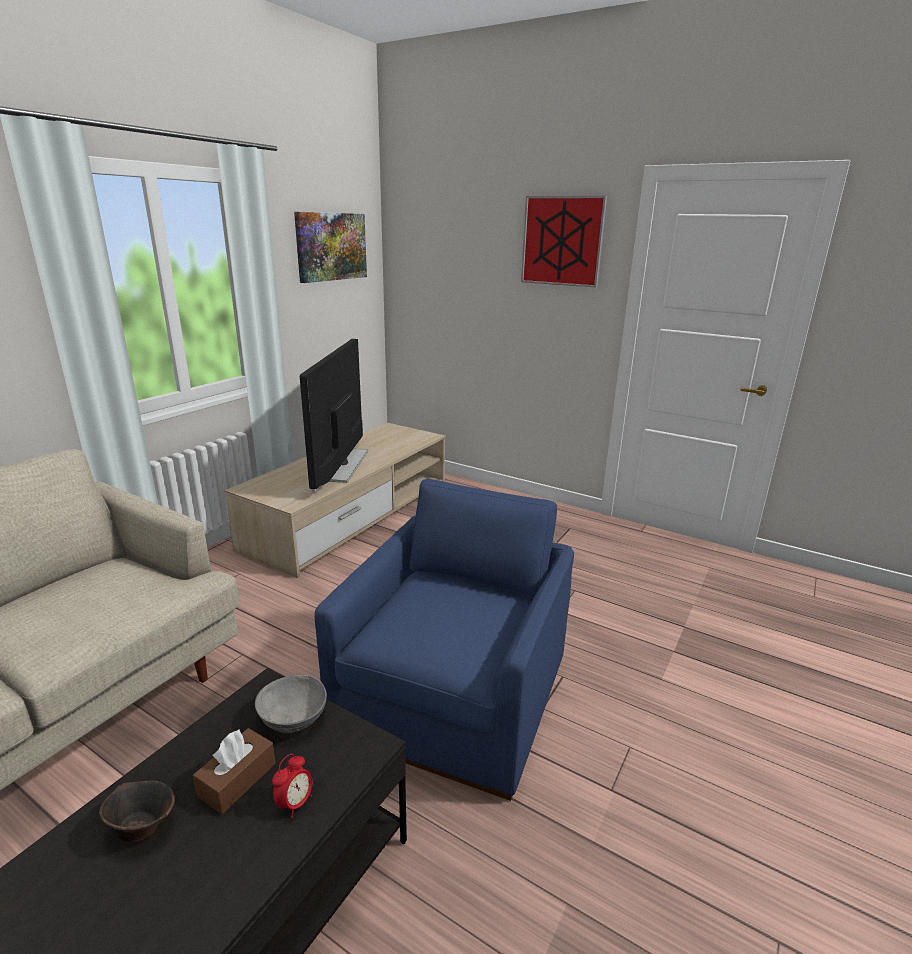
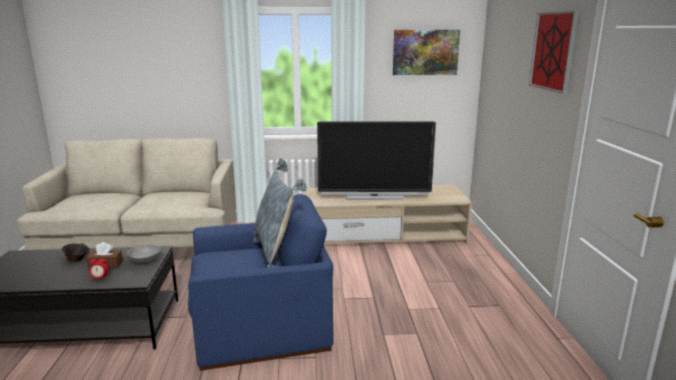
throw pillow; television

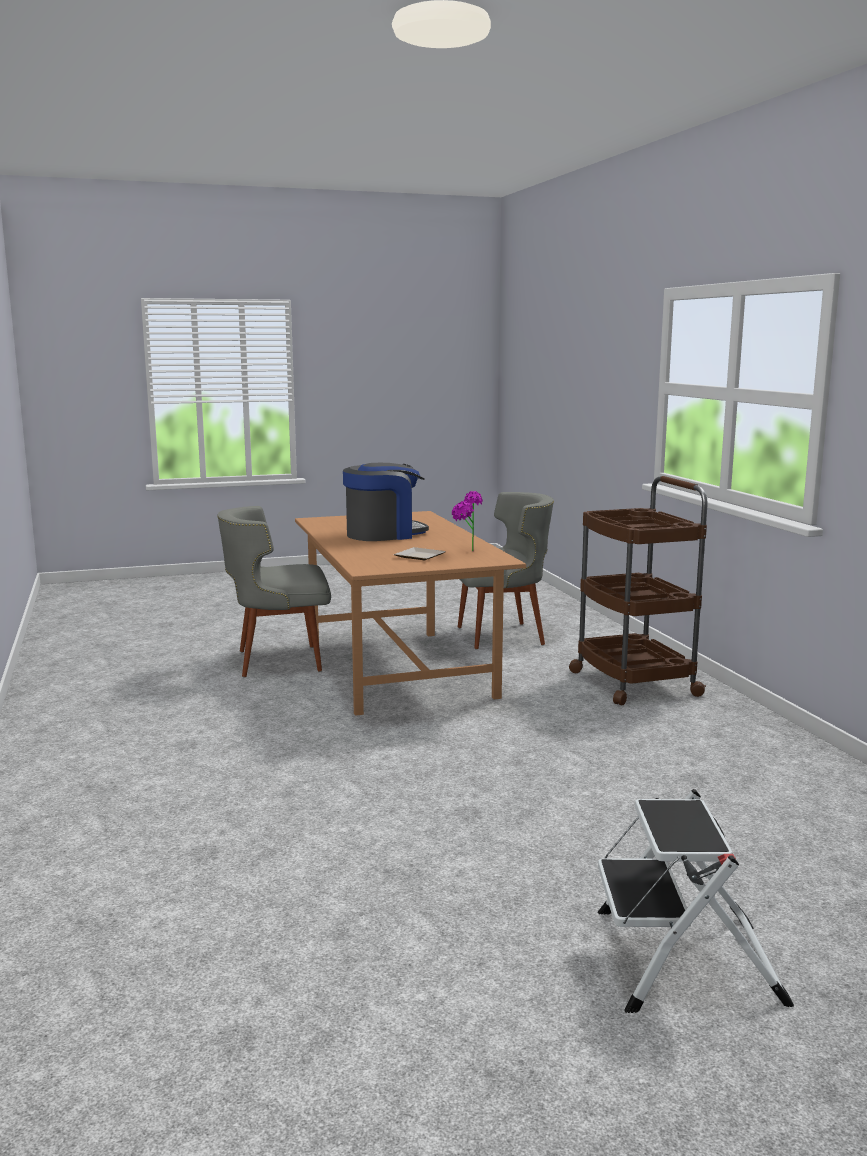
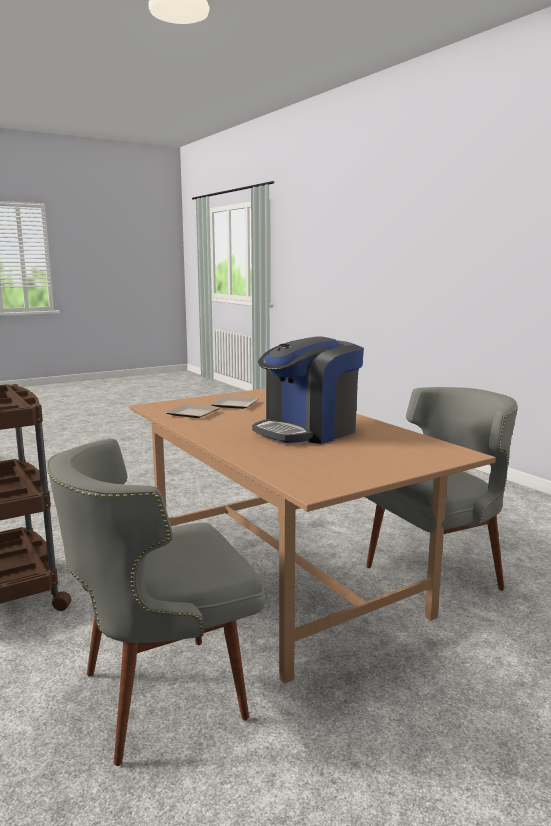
step ladder; dinner plate (no. 1 from left)

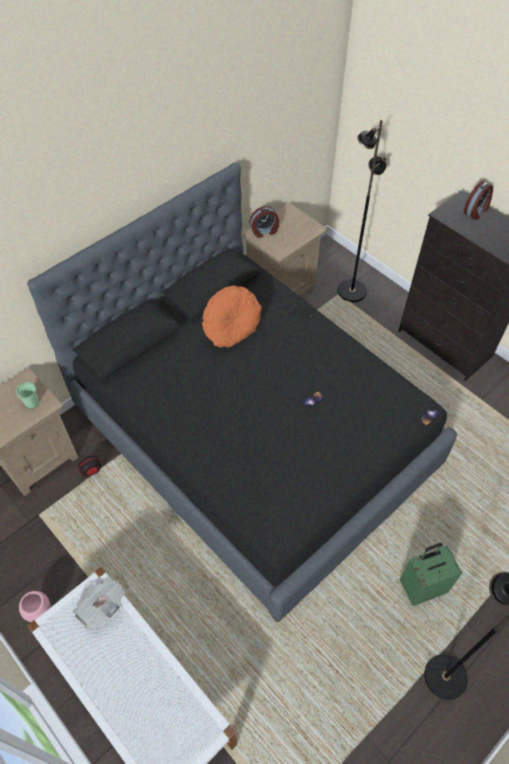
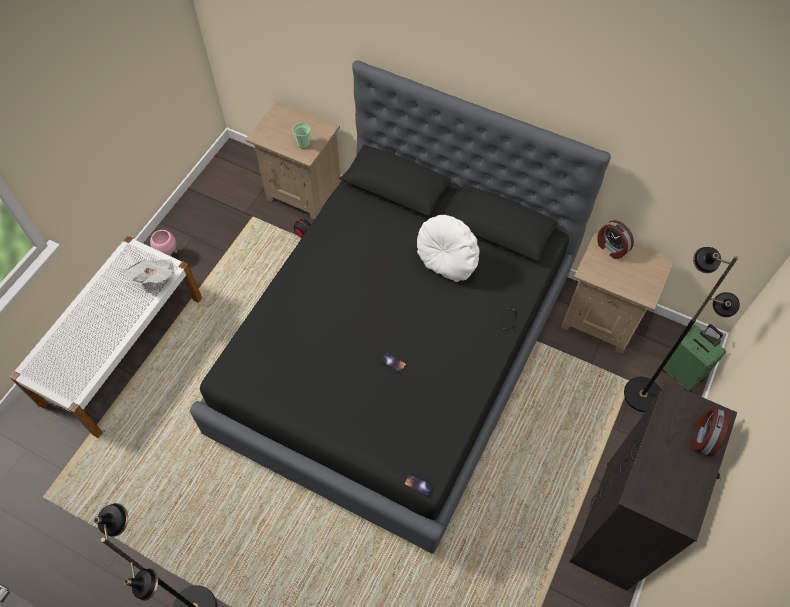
green-coloured piece of luggage; white throw pillow; table clock (no. 2 from left)

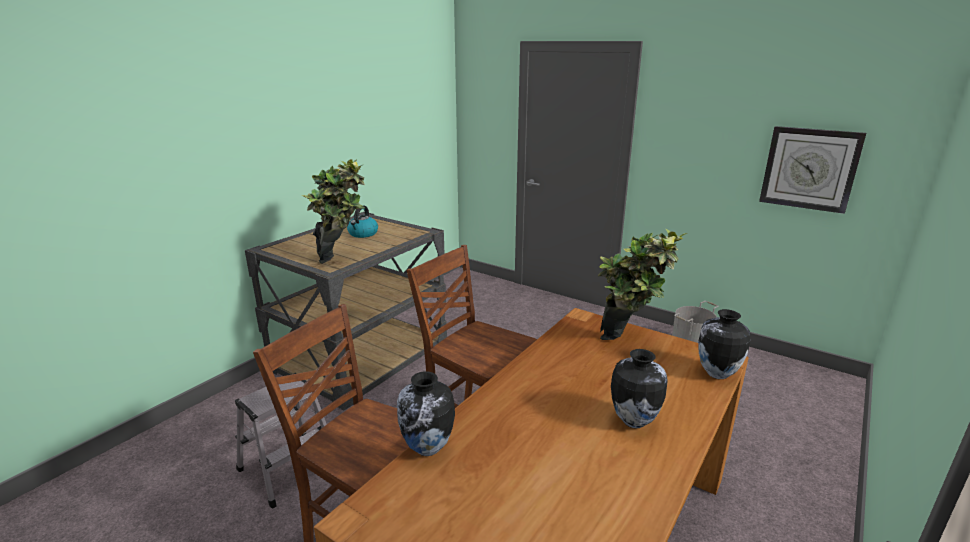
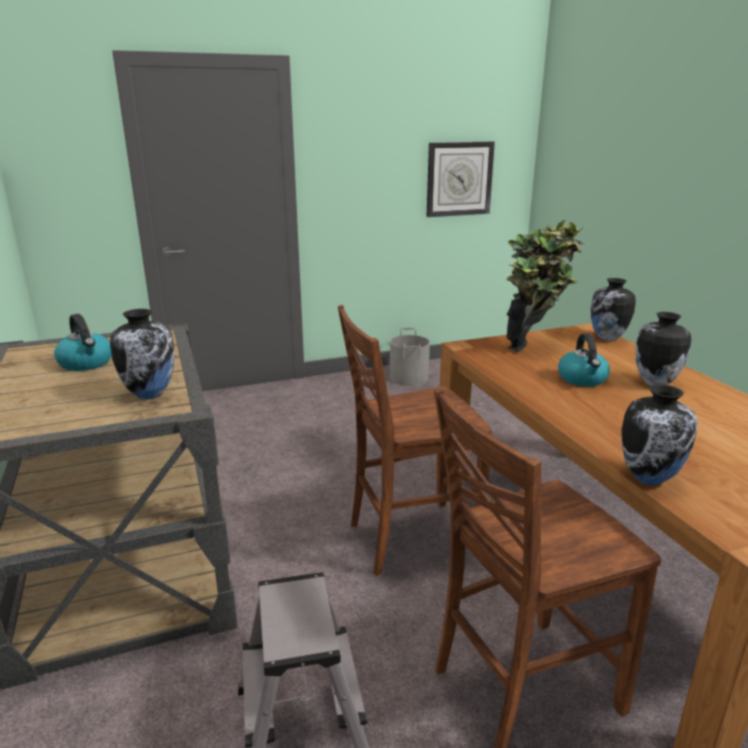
kettle (no. 2 from left); flower vase (no. 1 from left)

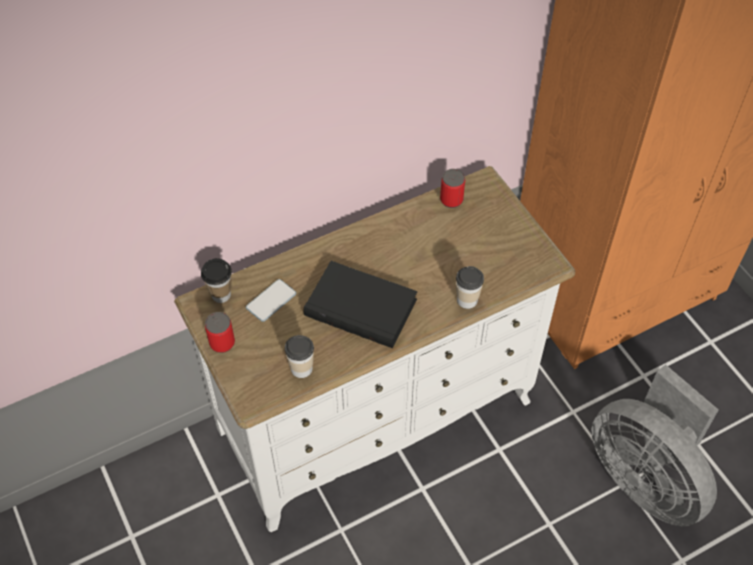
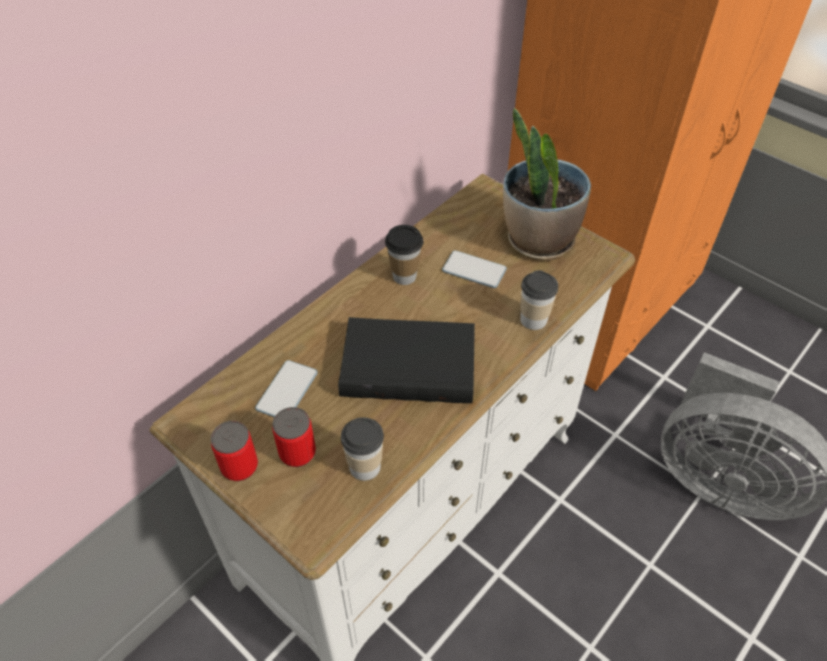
phone (no. 2 from left); potted plant; drinking cup (no. 2 from left); sealed can (no. 2 from left)

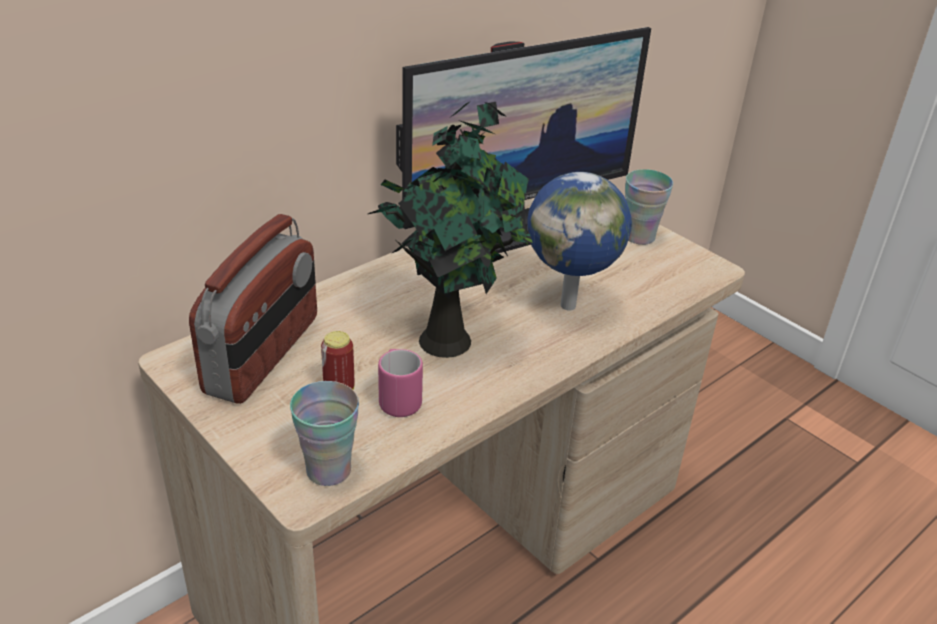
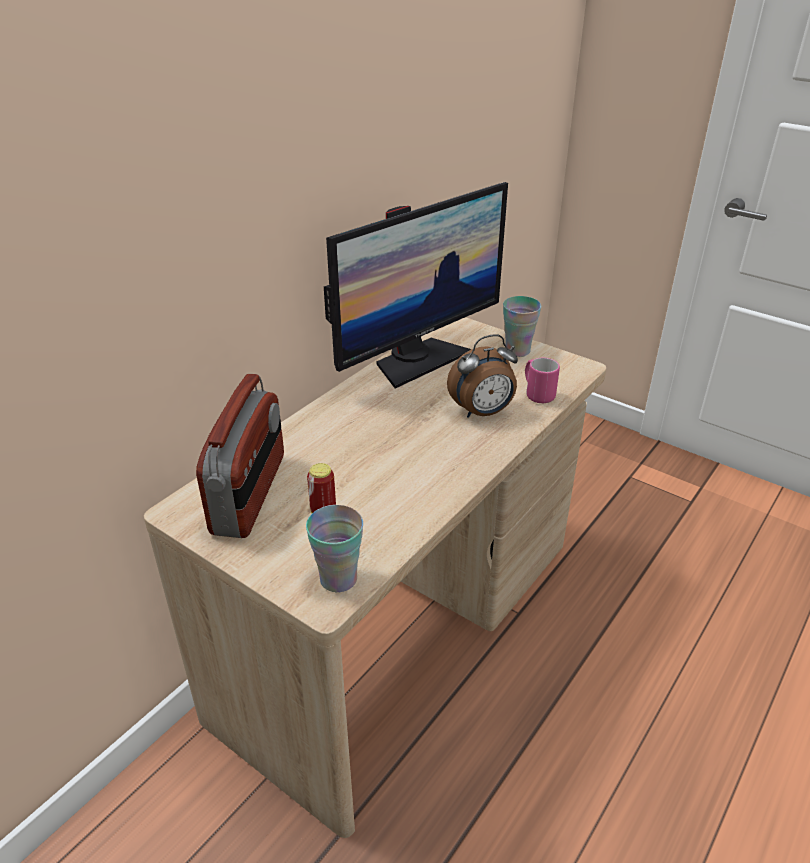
potted plant; pink-coloured tea mug; table clock

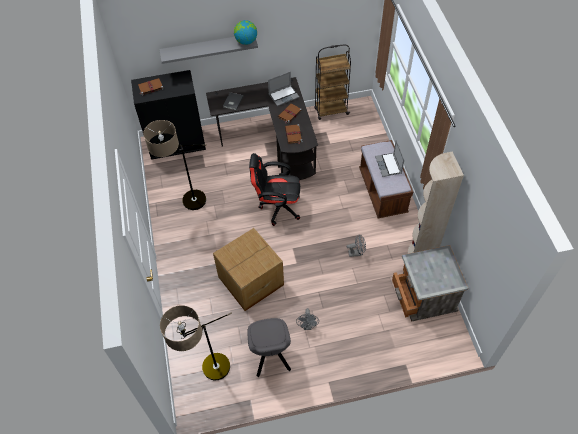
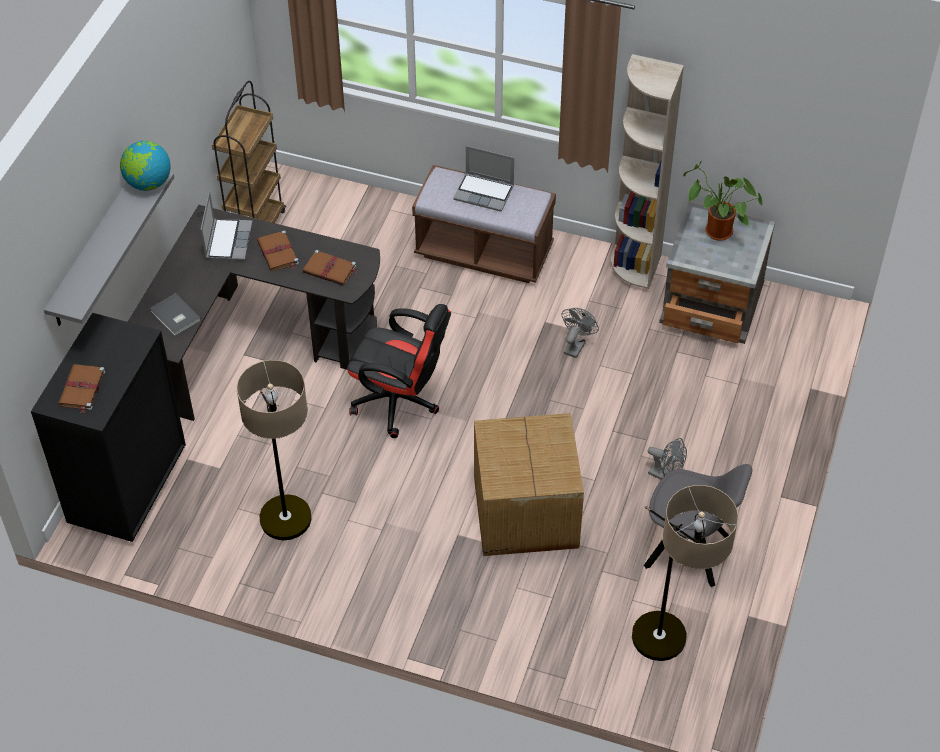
potted plant; black-coloured computer chair

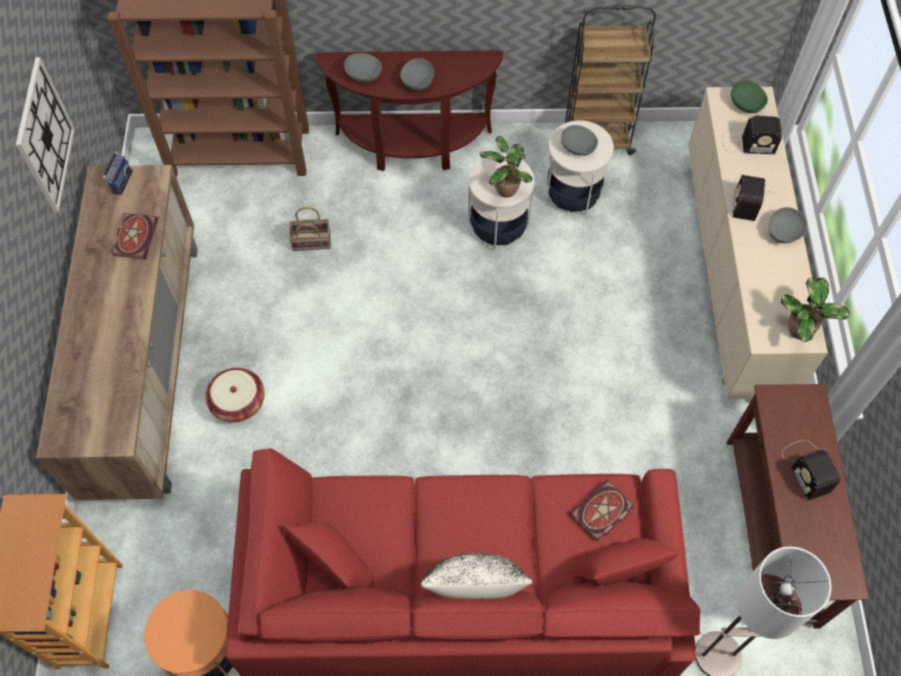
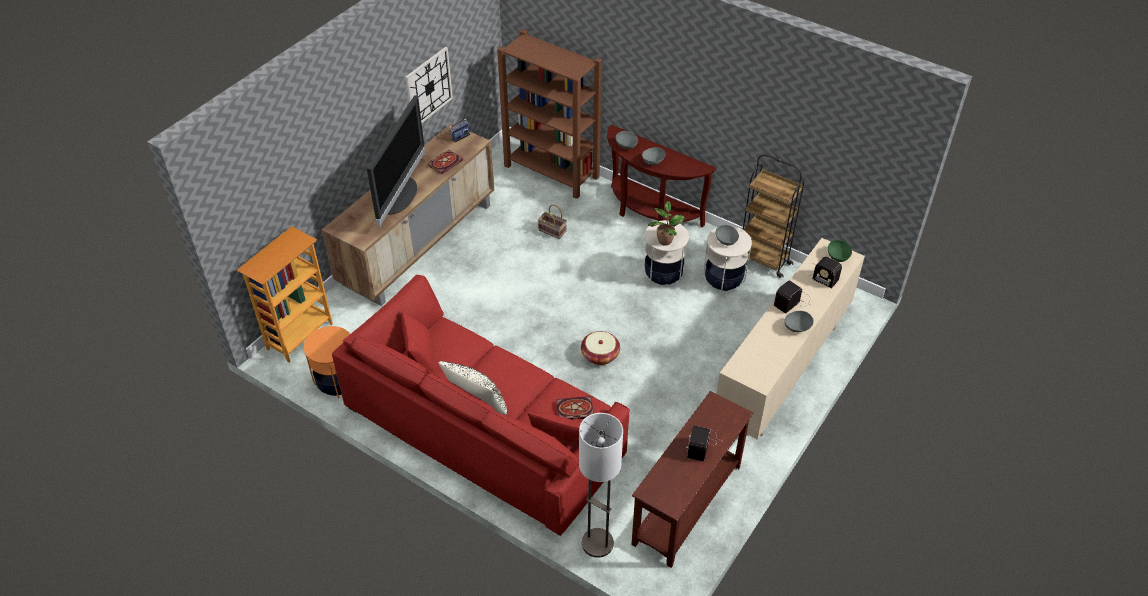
potted plant (no. 2 from left in the first image); television; basket (no. 2 from left)

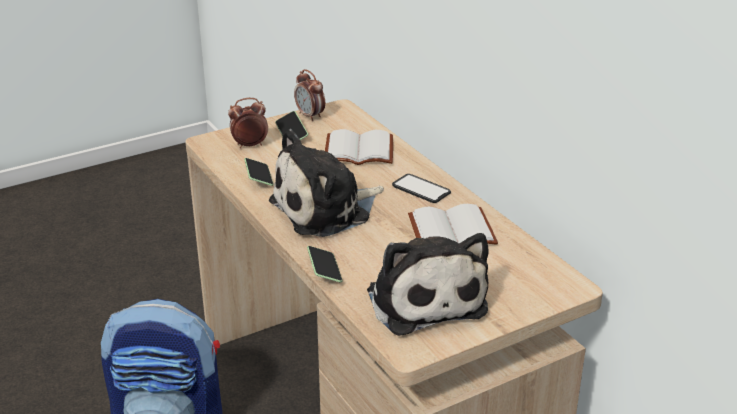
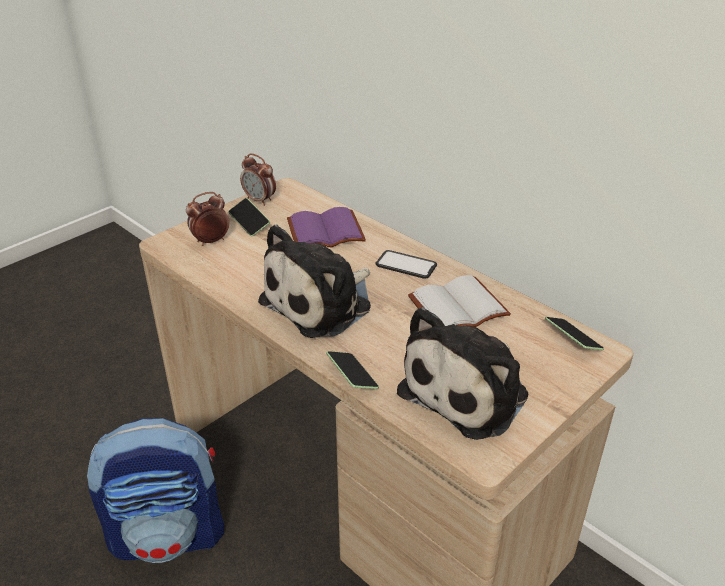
phone (no. 4 from left); purple book; soft toy (no. 2 from left)

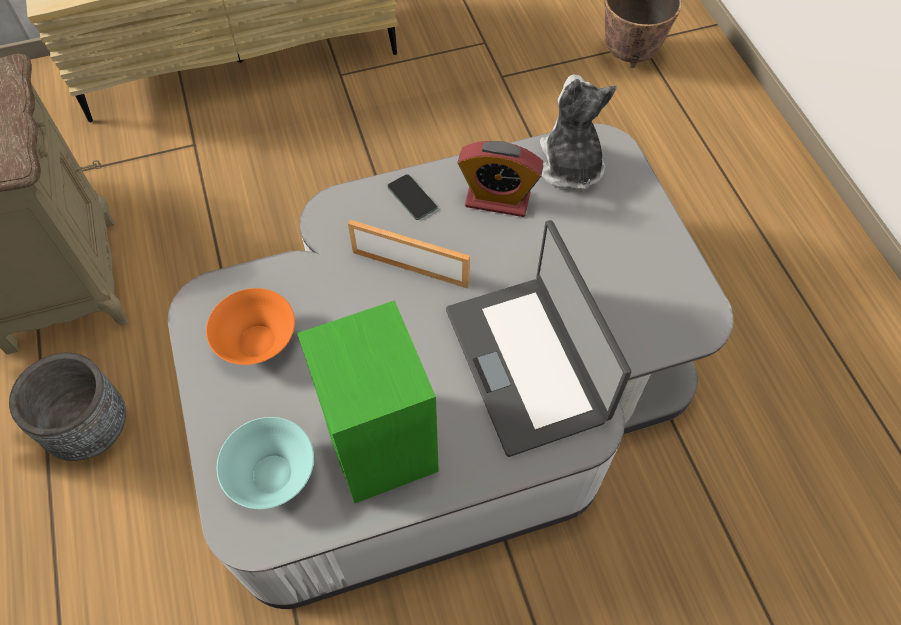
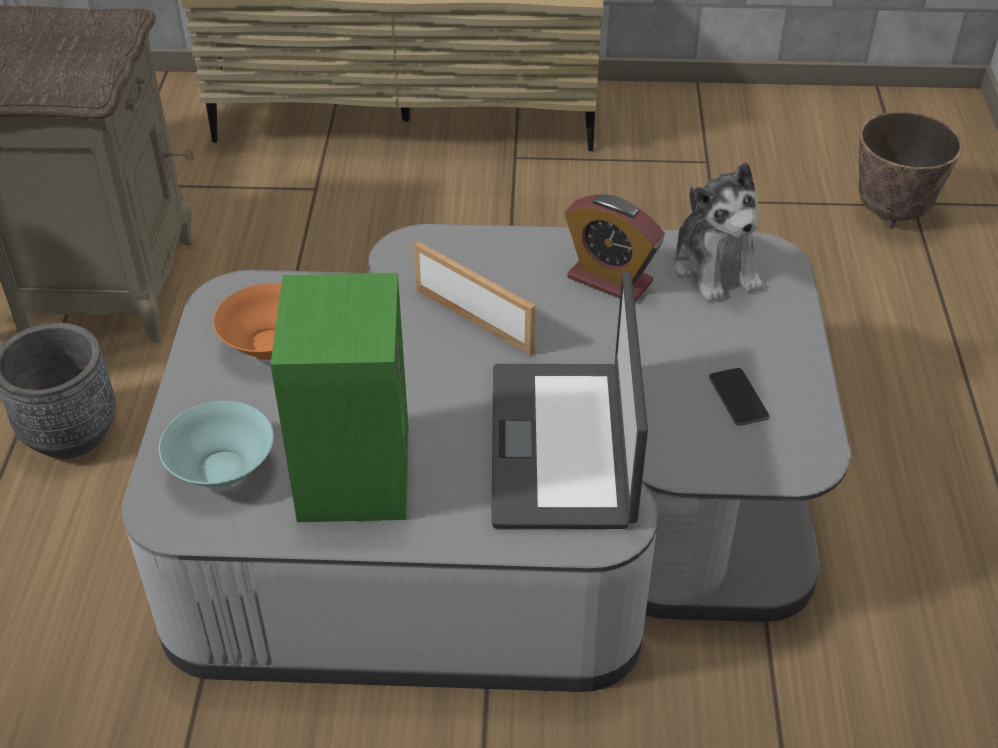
phone; soft toy

